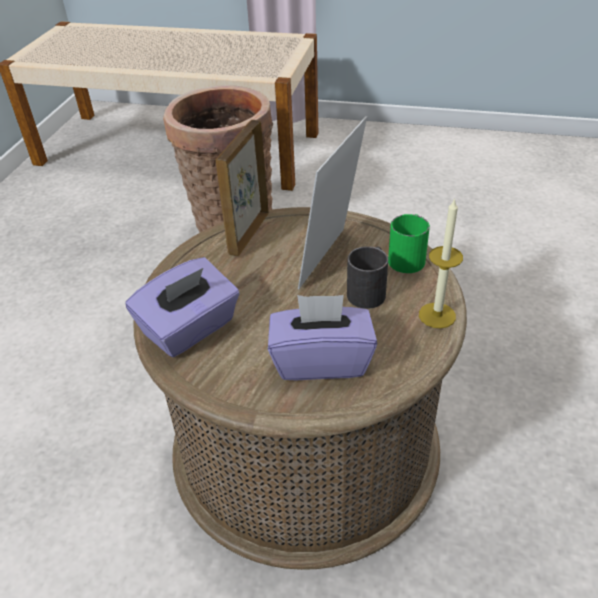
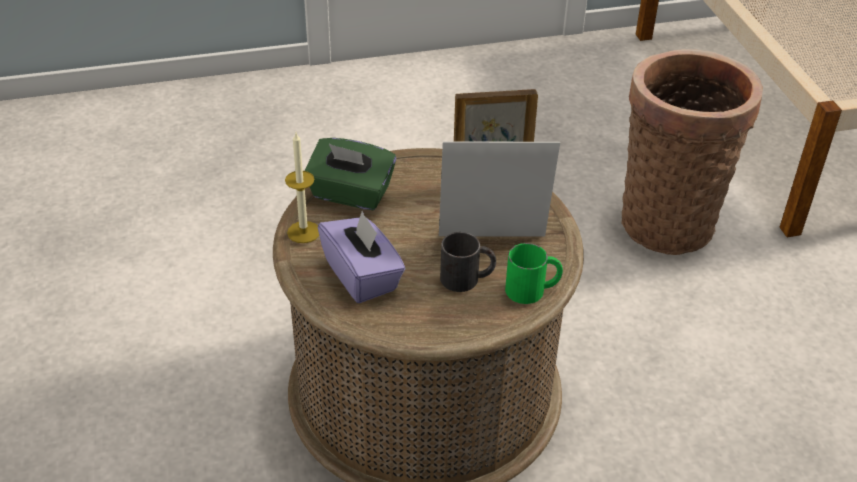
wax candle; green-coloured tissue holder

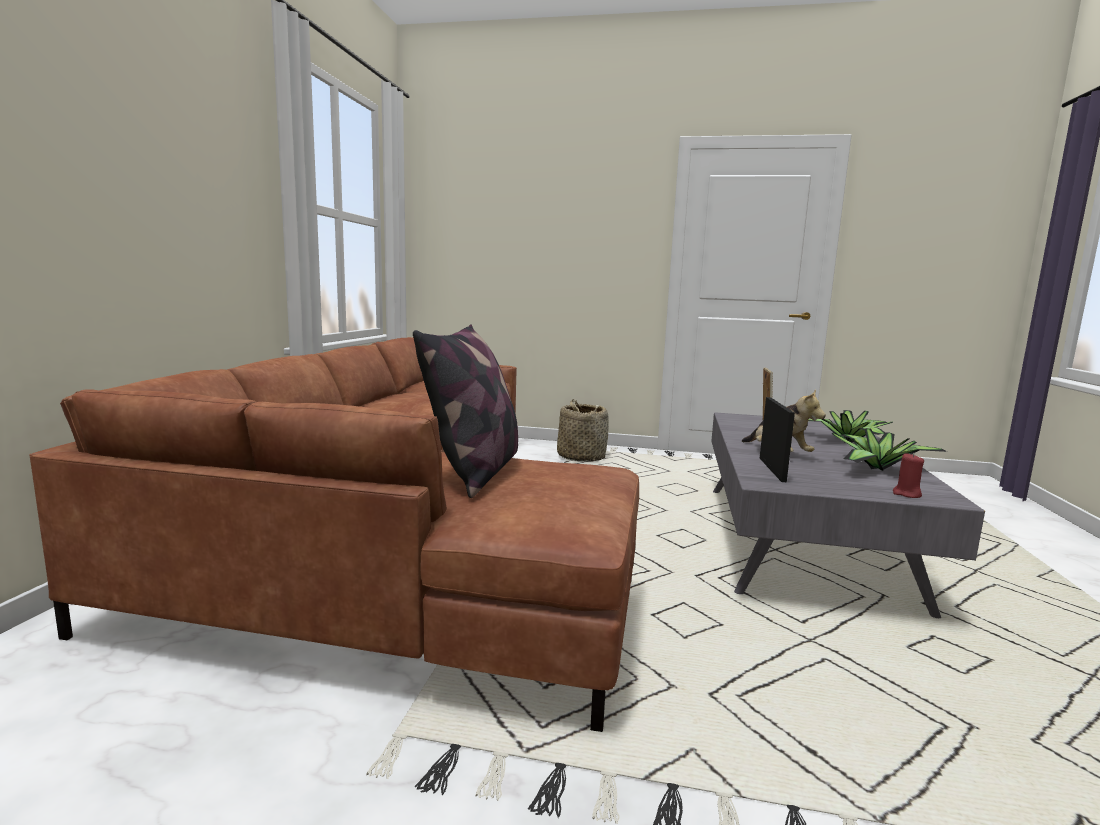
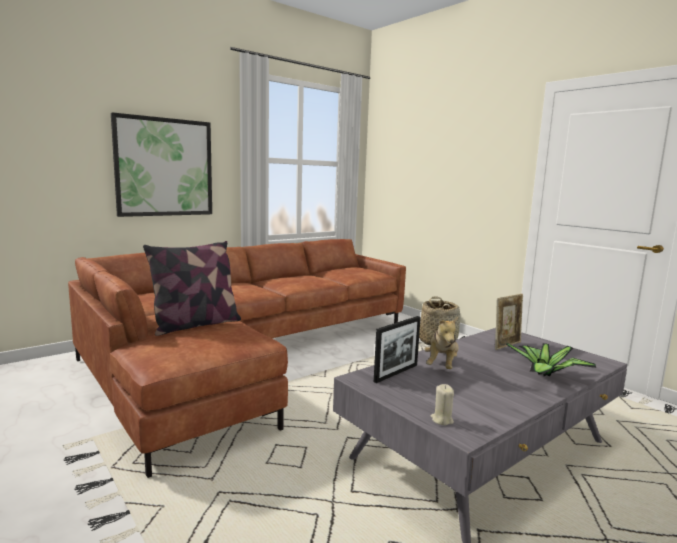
potted plant (no. 2 from left in the first image); wall picture; sand-coloured wax candle

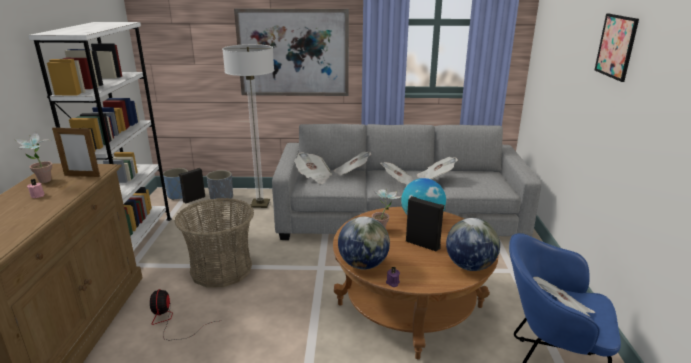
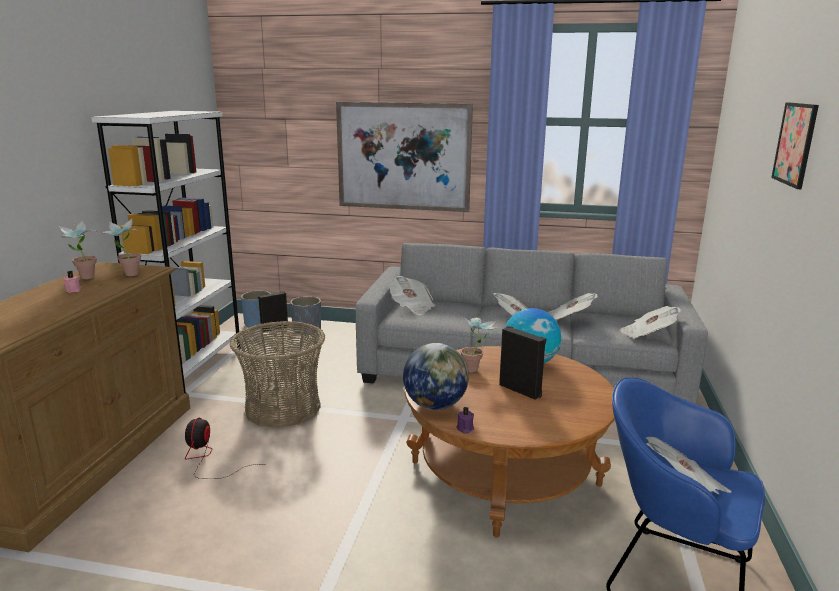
floor lamp; desk globe (no. 3 from left in the first image); printed paper (no. 4 from left); potted plant (no. 2 from left)

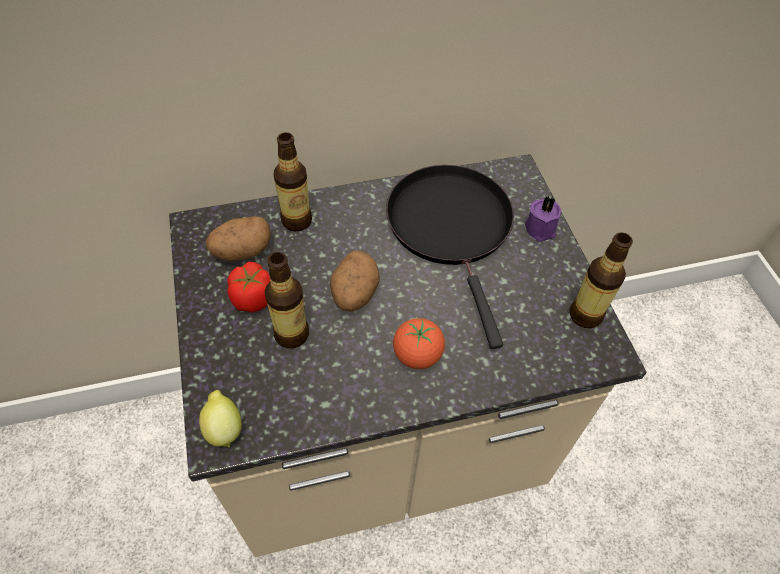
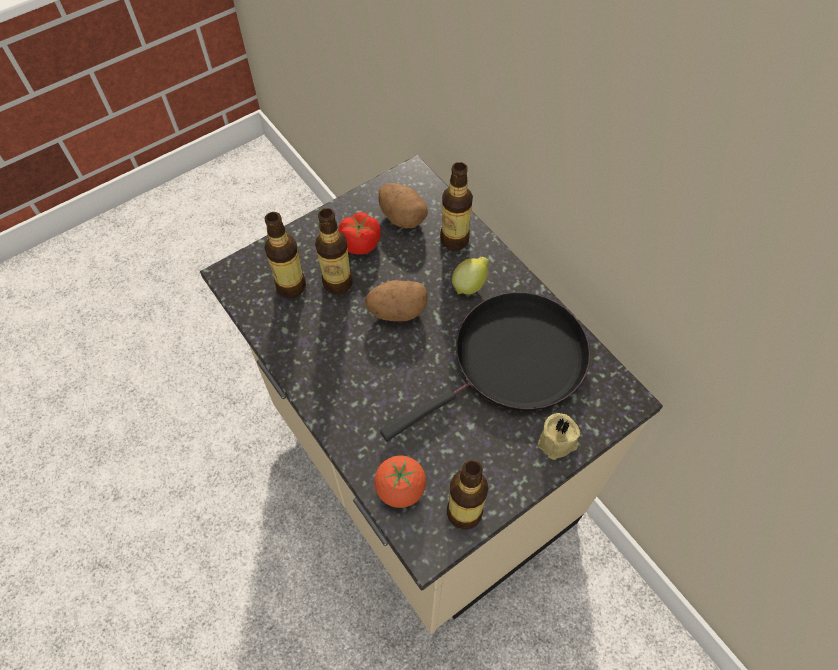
drink bottle (no. 1 from left); whole lemon; whole tomato (no. 2 from left); sand-coloured wax candle

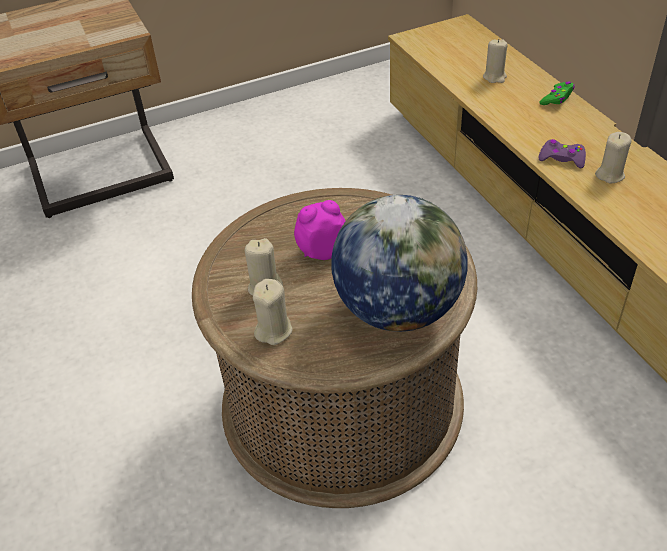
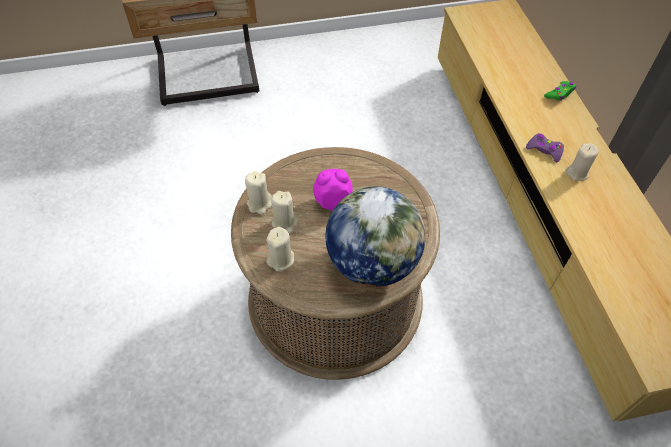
sand-coloured wax candle (no. 1 from left)

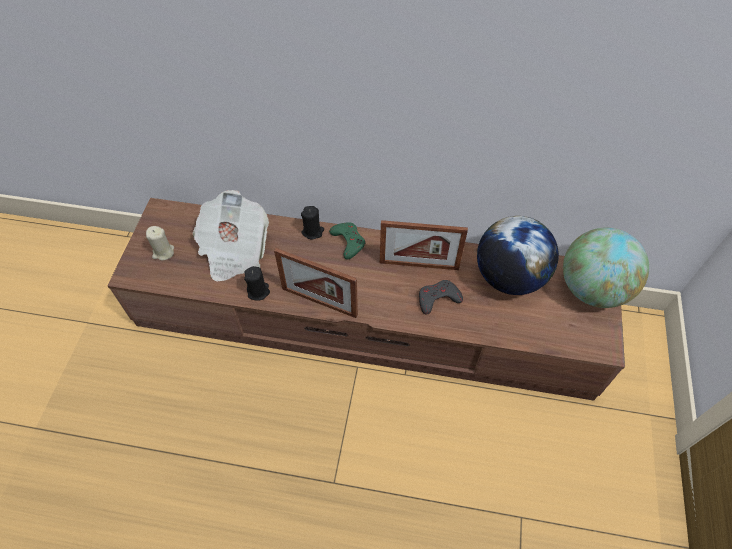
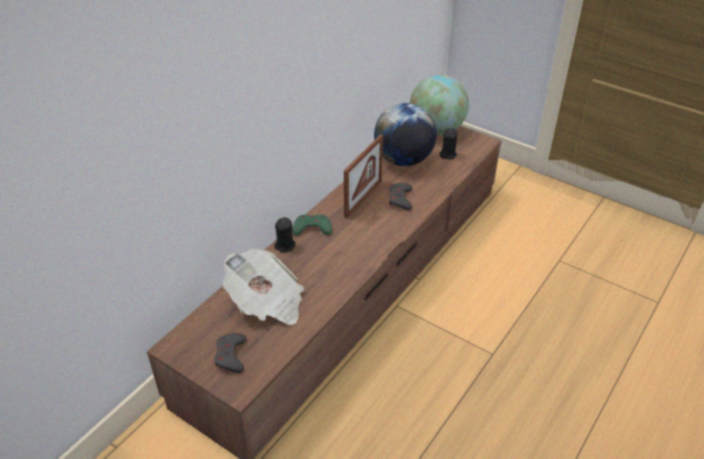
standing frame (no. 1 from left in the first image); black-coloured wax candle (no. 2 from left); grey joypad (no. 1 from left)

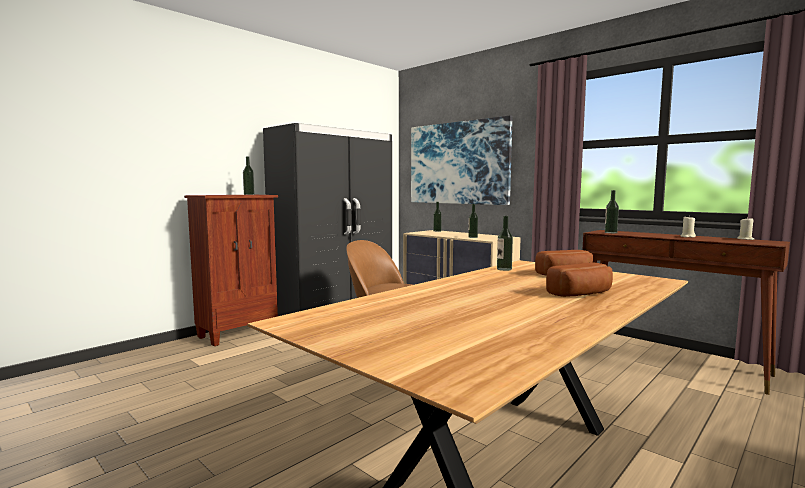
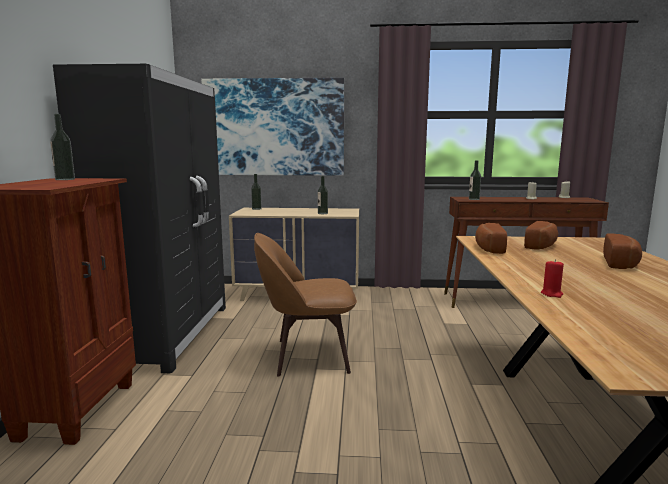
red wax candle; bread (no. 1 from left)

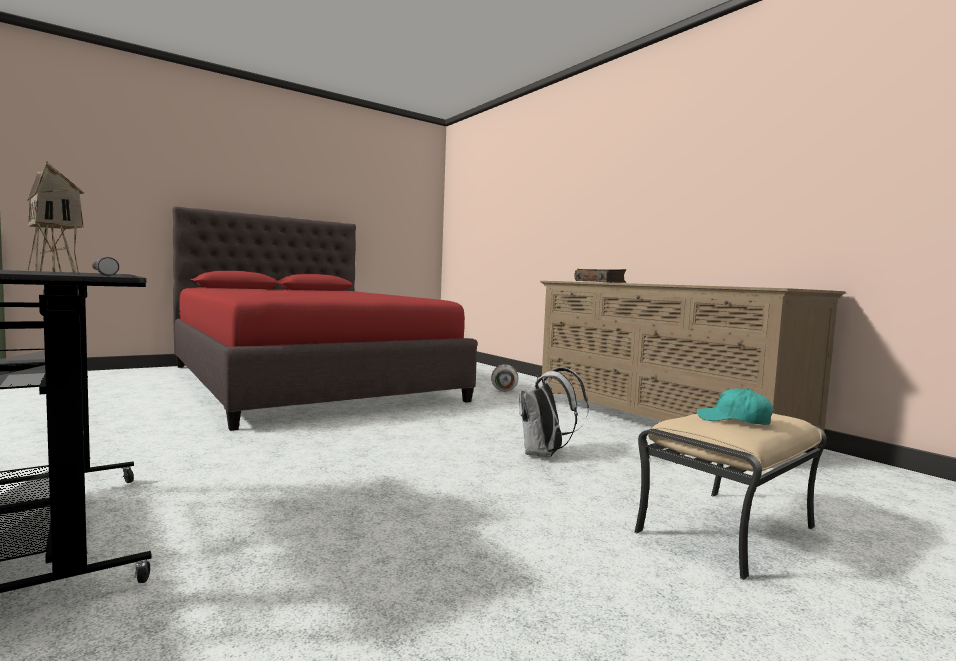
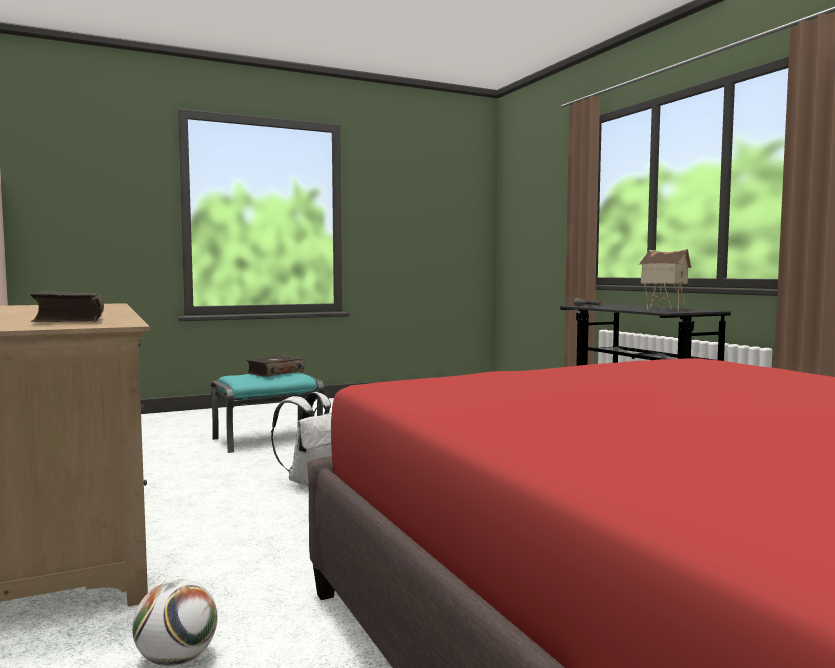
book (no. 2 from left); turquoise-coloured footrest

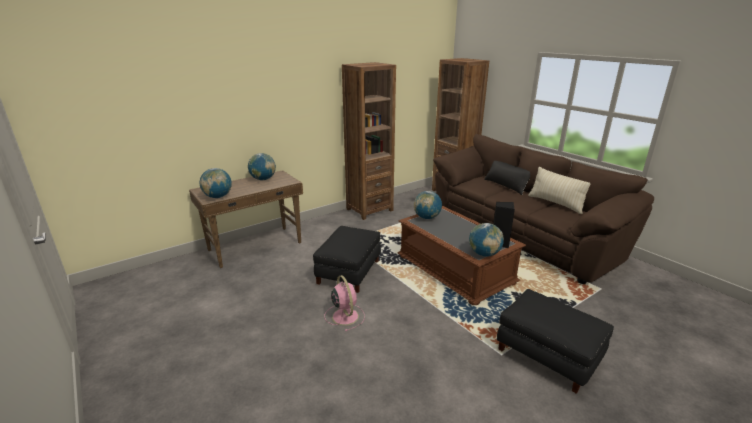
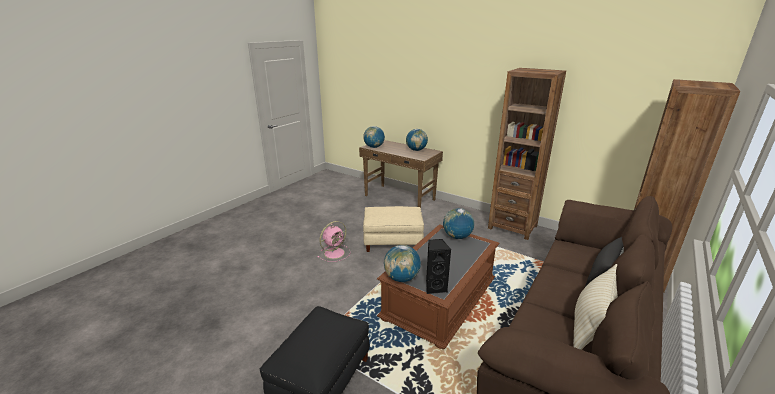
sand-coloured footrest

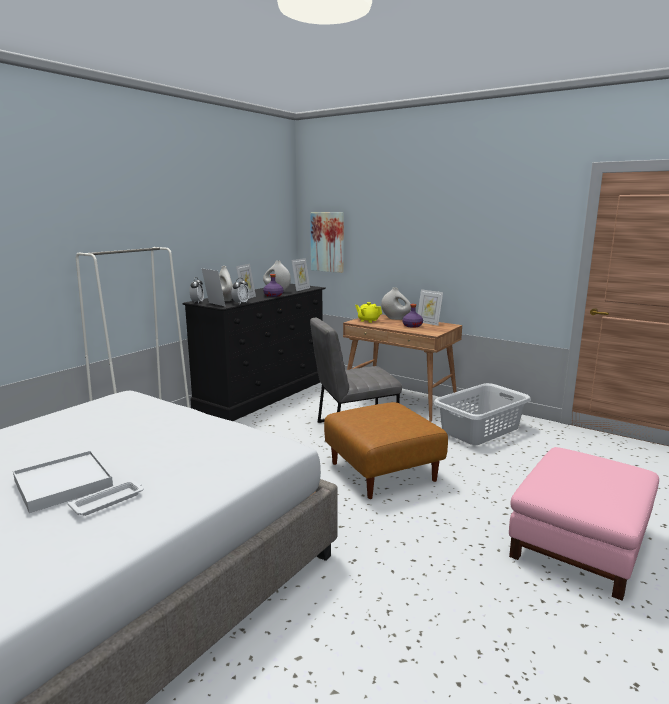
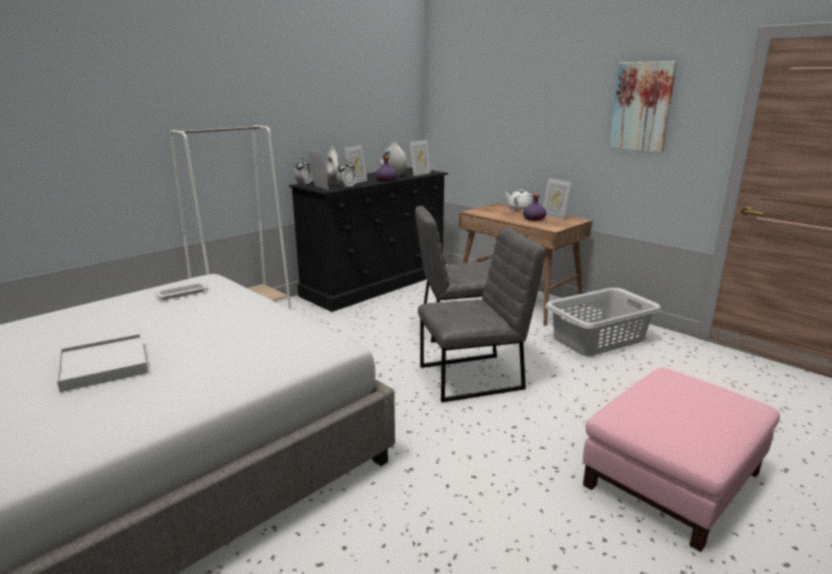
yellow tea pot; white tray (no. 2 from left); wall picture; grey chair (no. 2 from left); white tea pot

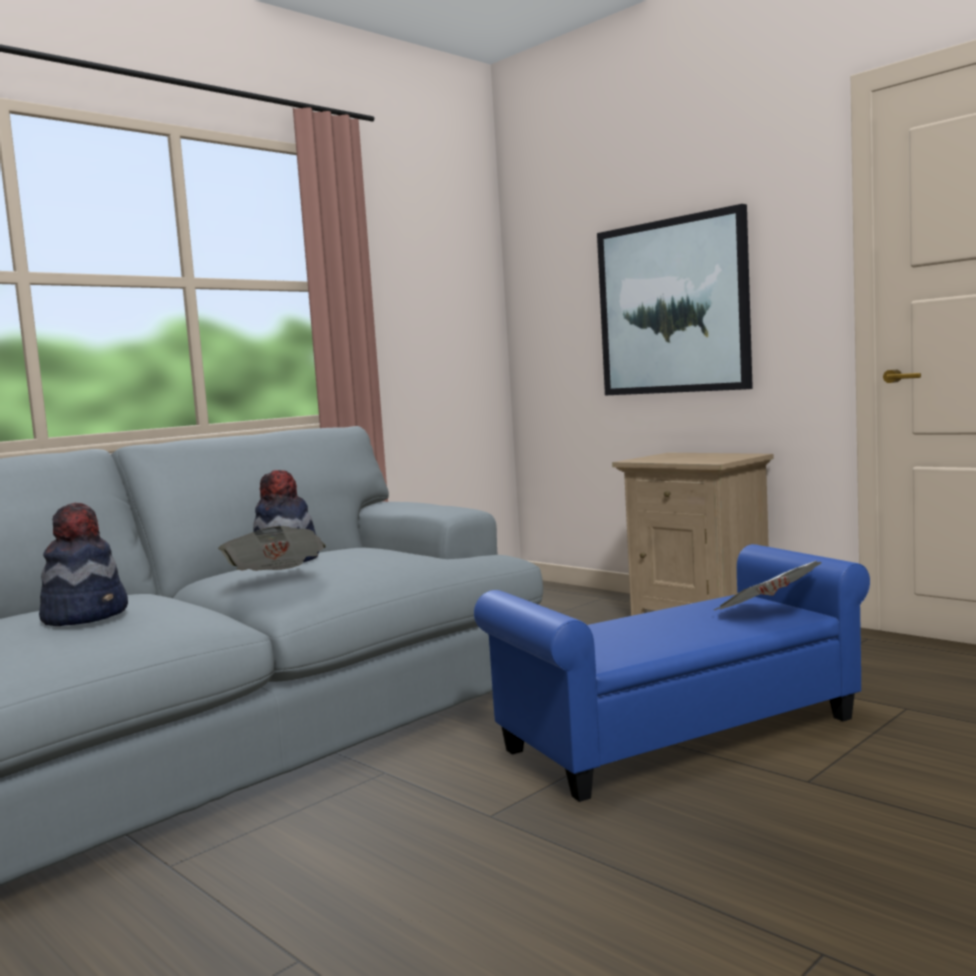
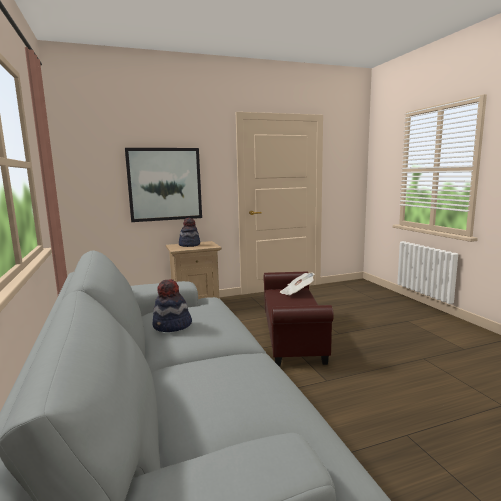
printed paper (no. 1 from left in the first image); wearable hat (no. 2 from left); brown-coloured footrest

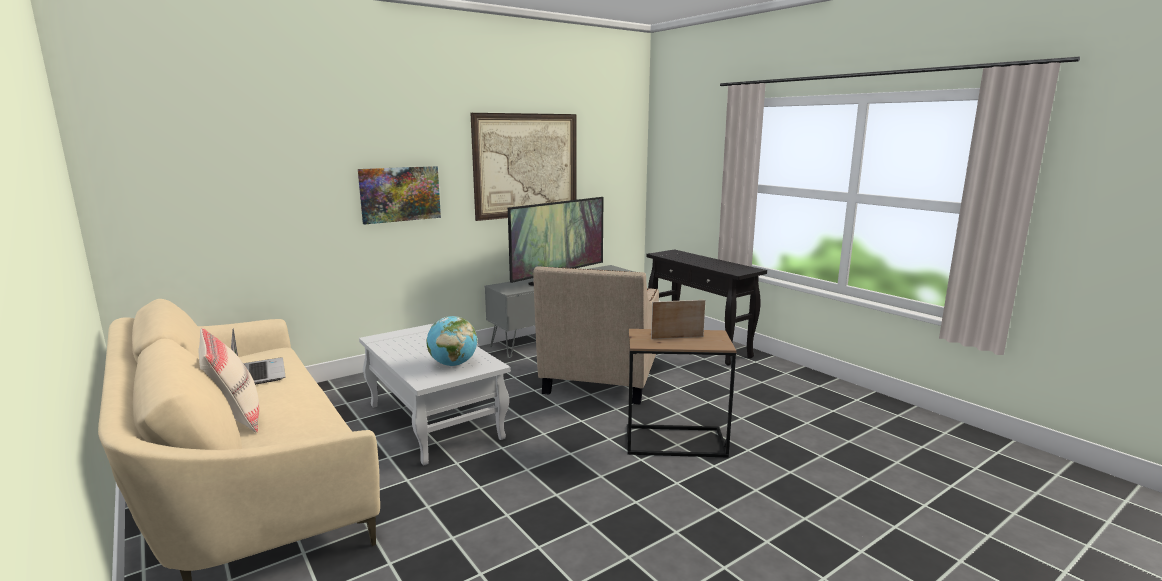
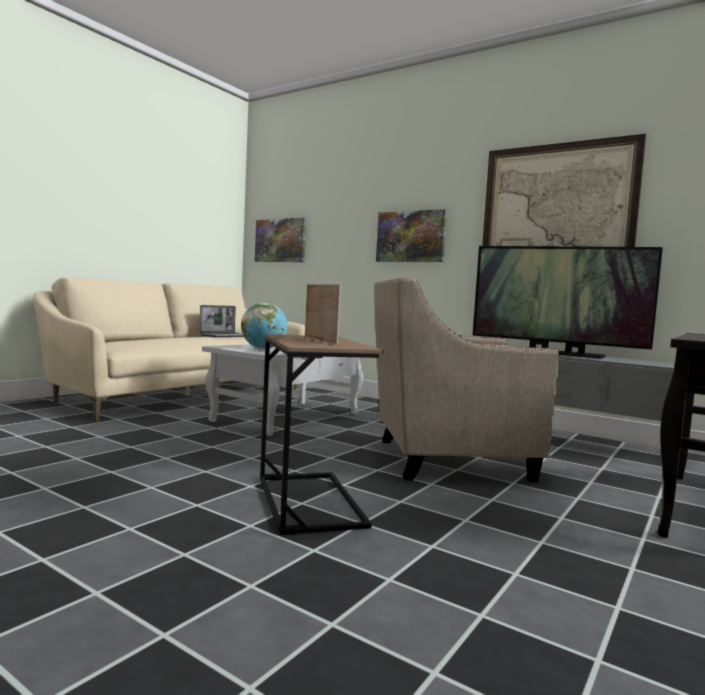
sand-coloured throw pillow; wall picture (no. 1 from left)

